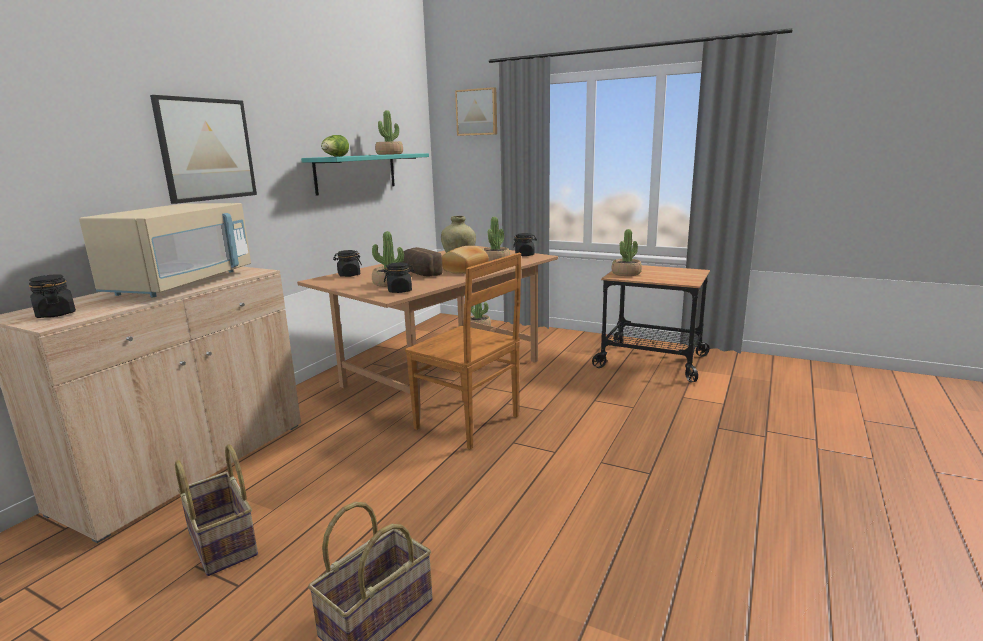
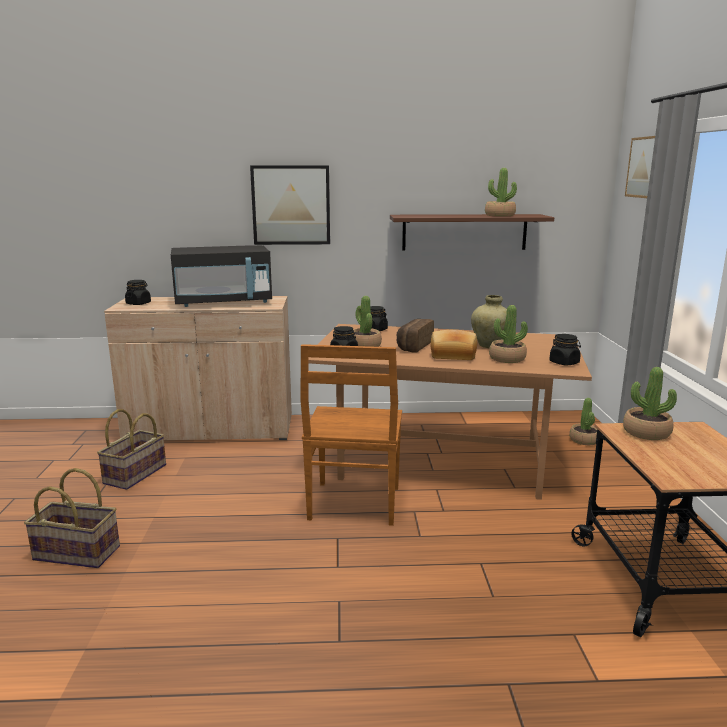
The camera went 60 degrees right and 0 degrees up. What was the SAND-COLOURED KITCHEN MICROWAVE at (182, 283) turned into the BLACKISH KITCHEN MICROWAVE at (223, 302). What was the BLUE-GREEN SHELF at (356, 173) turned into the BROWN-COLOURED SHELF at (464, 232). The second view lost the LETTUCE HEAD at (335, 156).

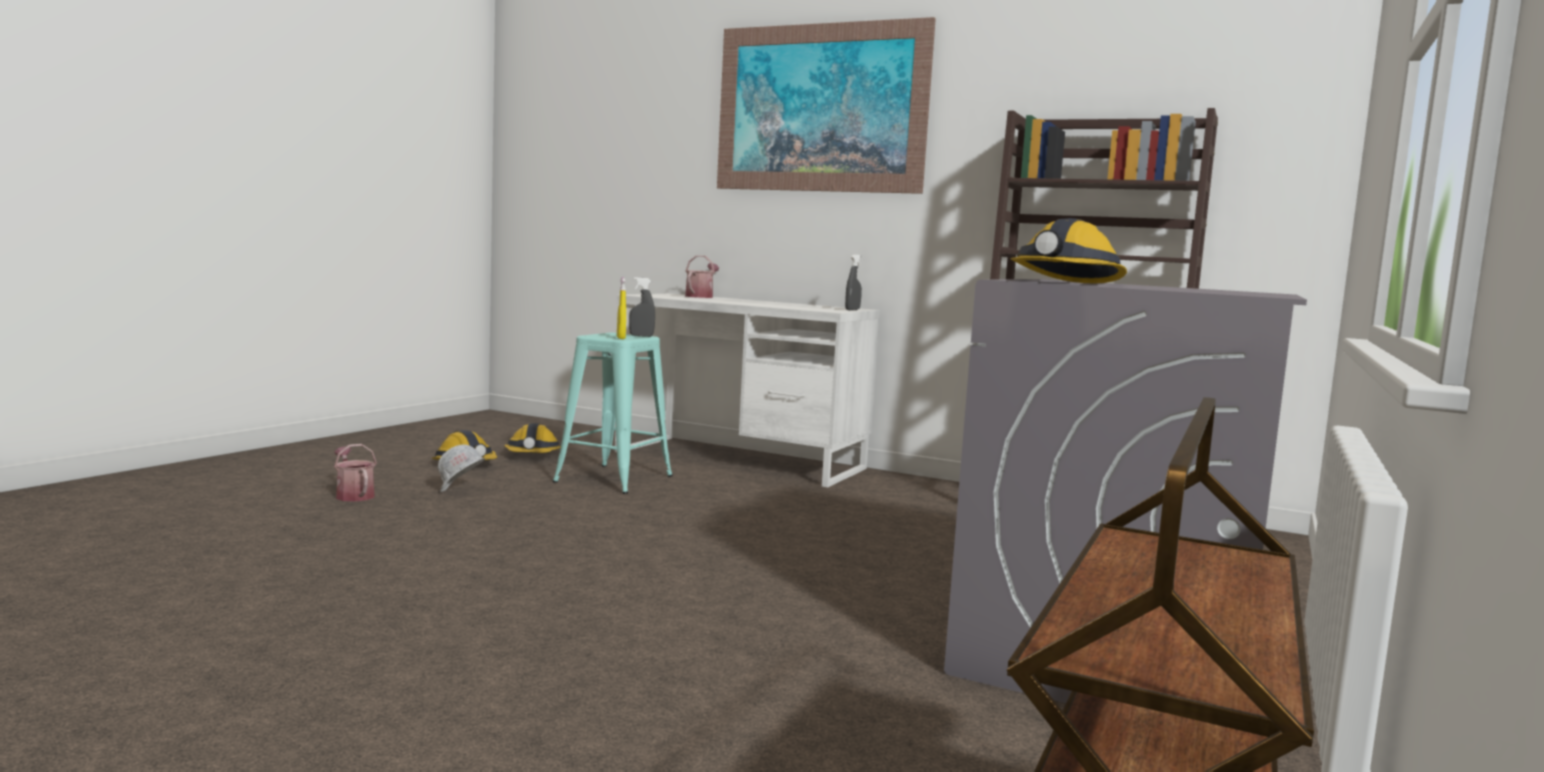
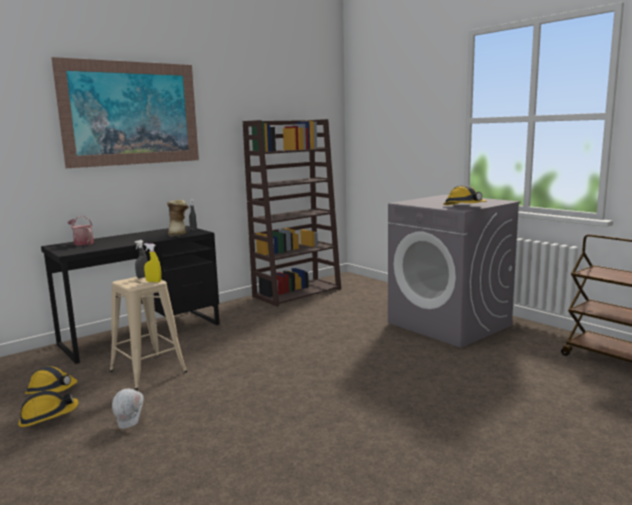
The camera went 65 degrees left and 5 degrees up. What was the WHITE-COLOURED DESK UNIT at (740, 460) turned into the BLACKISH DESK UNIT at (141, 334). What was the BLUE-GREEN STOOL SEAT at (614, 479) turned into the SAND-COLOURED STOOL SEAT at (148, 371). The second view gained the TALL BOOT at (179, 233). The second view lost the WATERING POT at (353, 495).

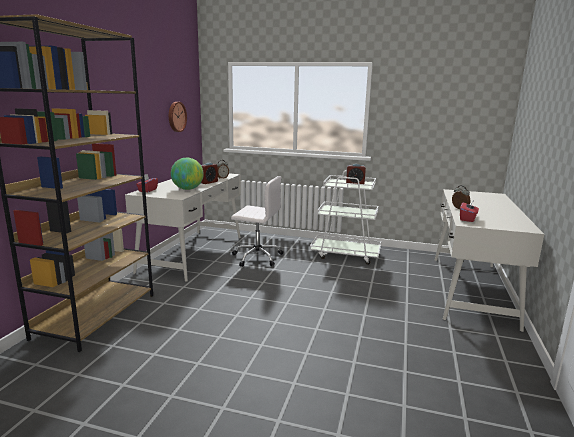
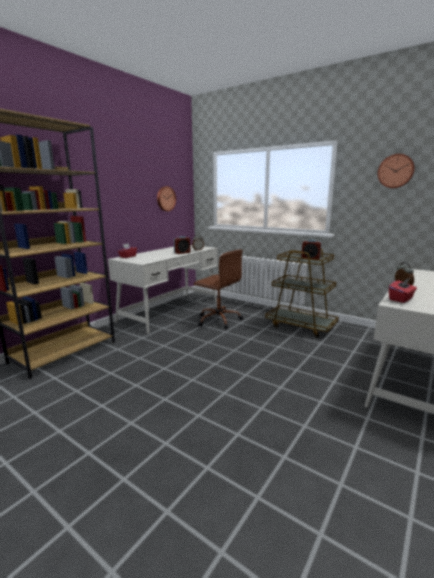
The camera went 20 degrees right and 0 degrees up. What was the WHITE-COLOURED OFFICE CHAIR at (256, 257) turned into the BROWN-COLOURED OFFICE CHAIR at (218, 320). What was the WHITE-COLOURED CART at (345, 254) turned into the BROWN-COLOURED CART at (301, 326). The second view gained the WALL CLOCK at (395, 171). The second view lost the DESK GLOBE at (187, 189).

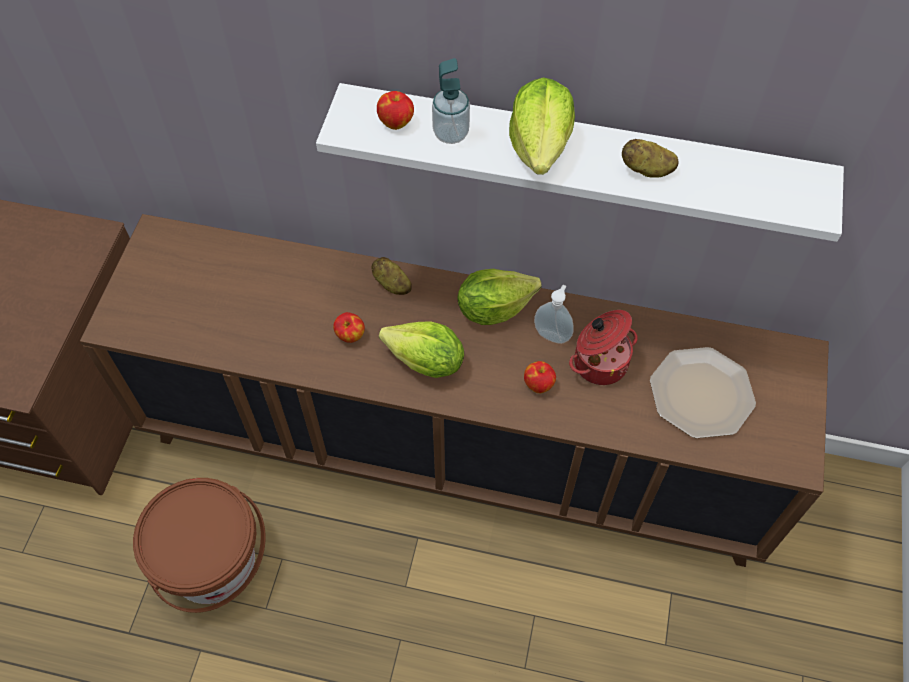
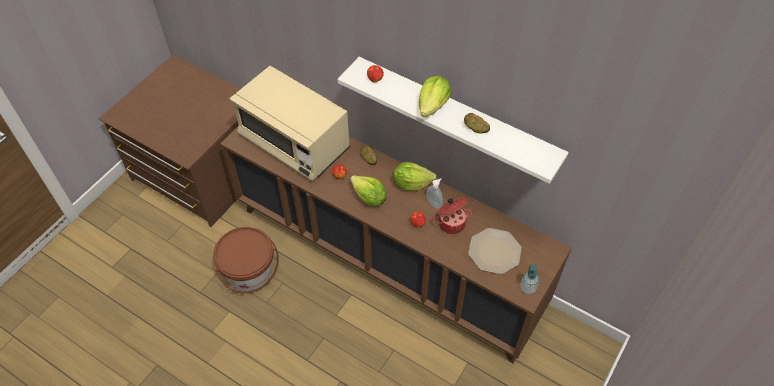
The camera went 20 degrees right and 5 degrees down. The second view gained the SAND-COLOURED KITCHEN MICROWAVE at (294, 143). The LIQUID SOAP BOTTLE ended up elsewhere, having gone from (451, 133) to (527, 288).

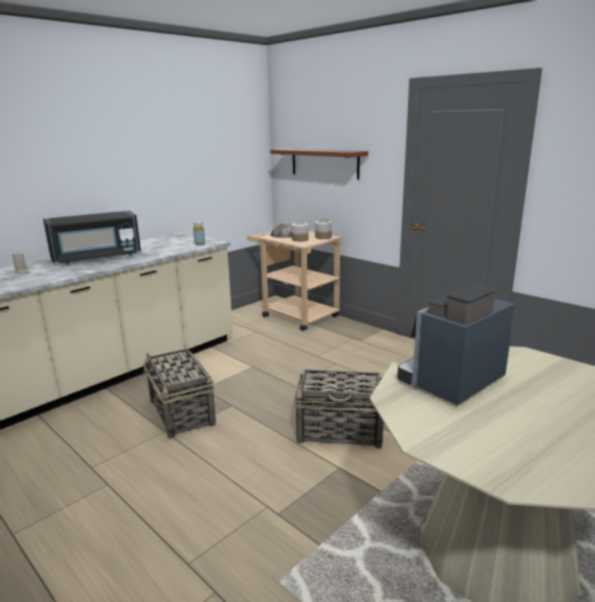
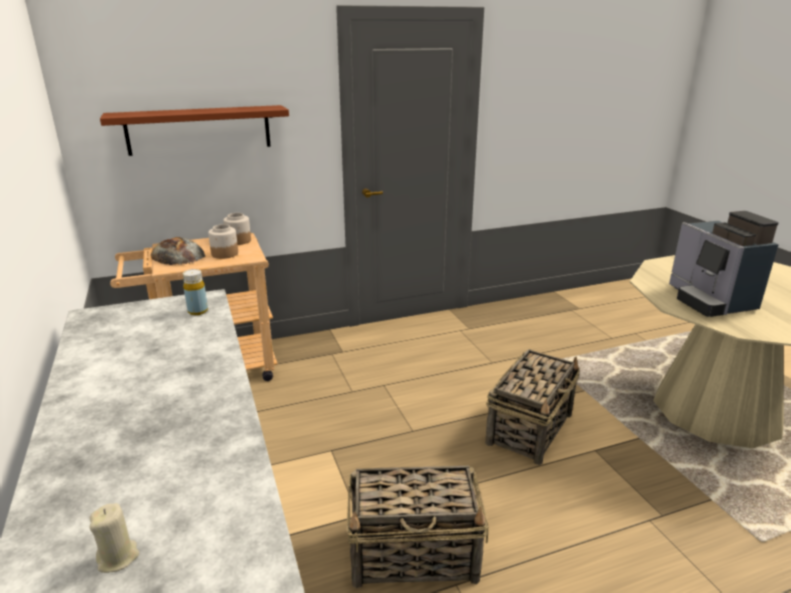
The camera went 65 degrees left and 5 degrees up. The second view lost the BLACKISH KITCHEN MICROWAVE at (96, 258).

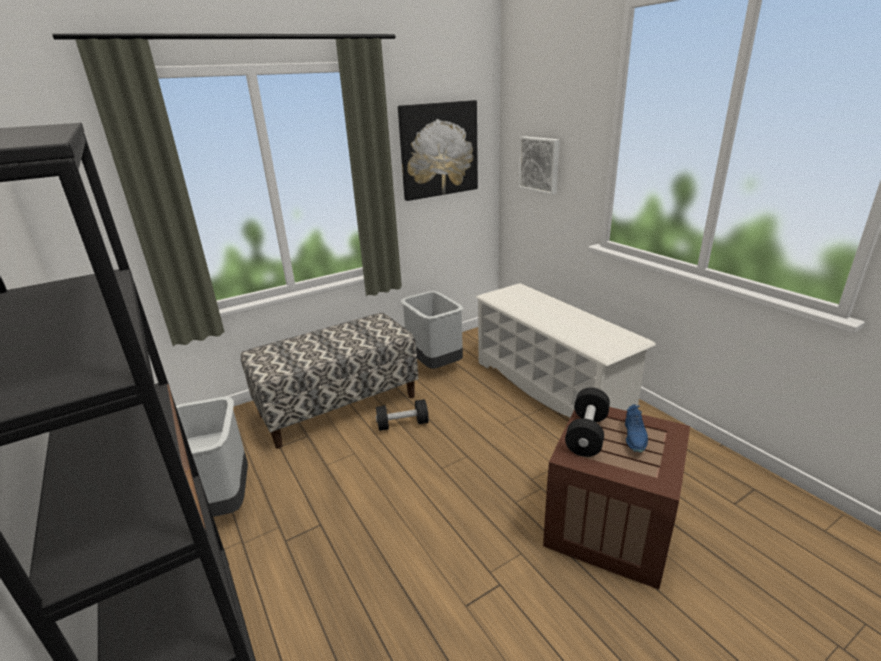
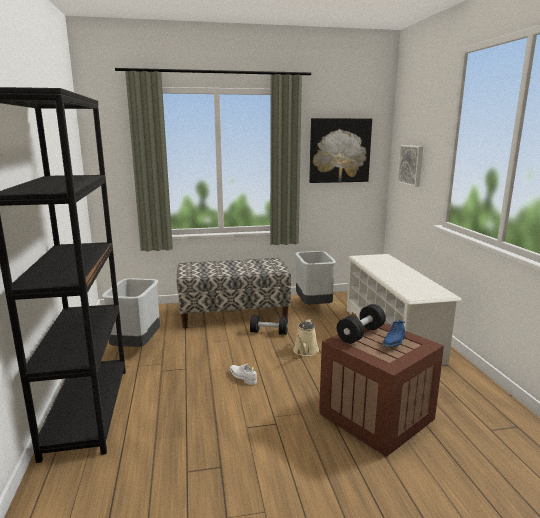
The camera went 20 degrees right and 10 degrees down. The second view gained the WHITE-COLOURED SHOE at (242, 377). The second view gained the SAND-COLOURED WATERING POT at (305, 351).

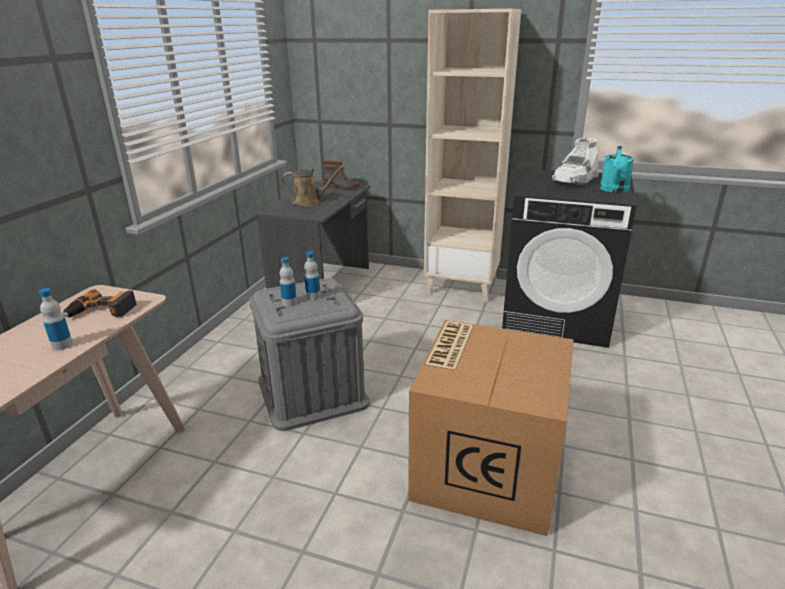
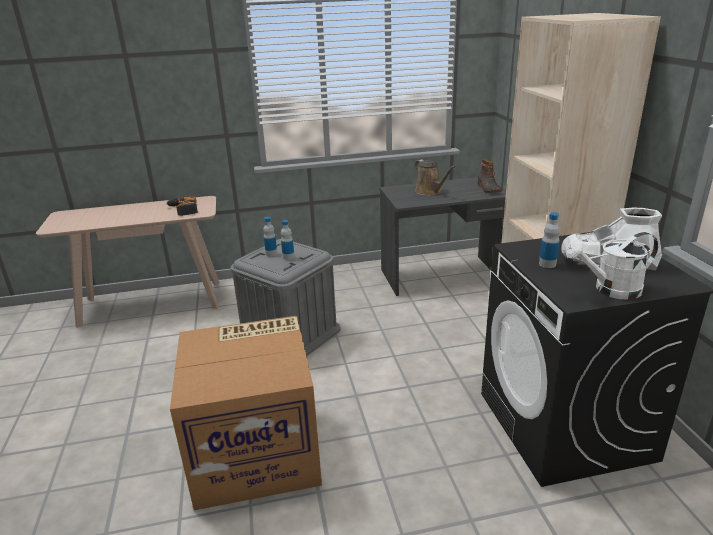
The camera went 60 degrees right and 0 degrees up. The DRINK BOTTLE ended up elsewhere, having gone from (62, 345) to (547, 264). What was the BLUE-GREEN WATERING POT at (614, 190) turned into the WHITE-COLOURED WATERING POT at (610, 290).

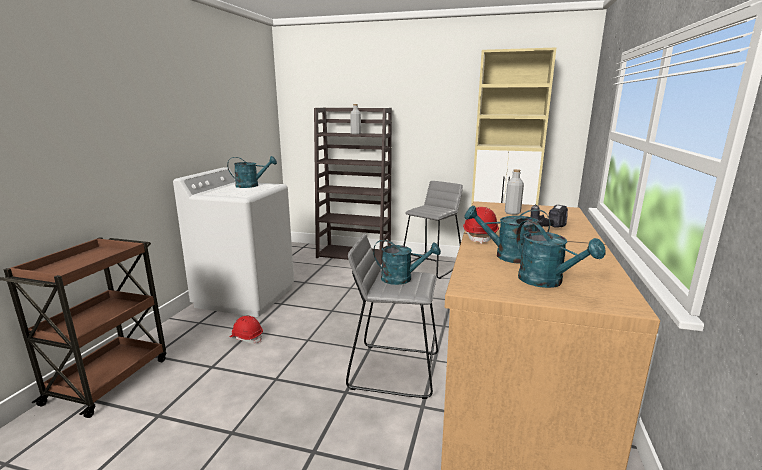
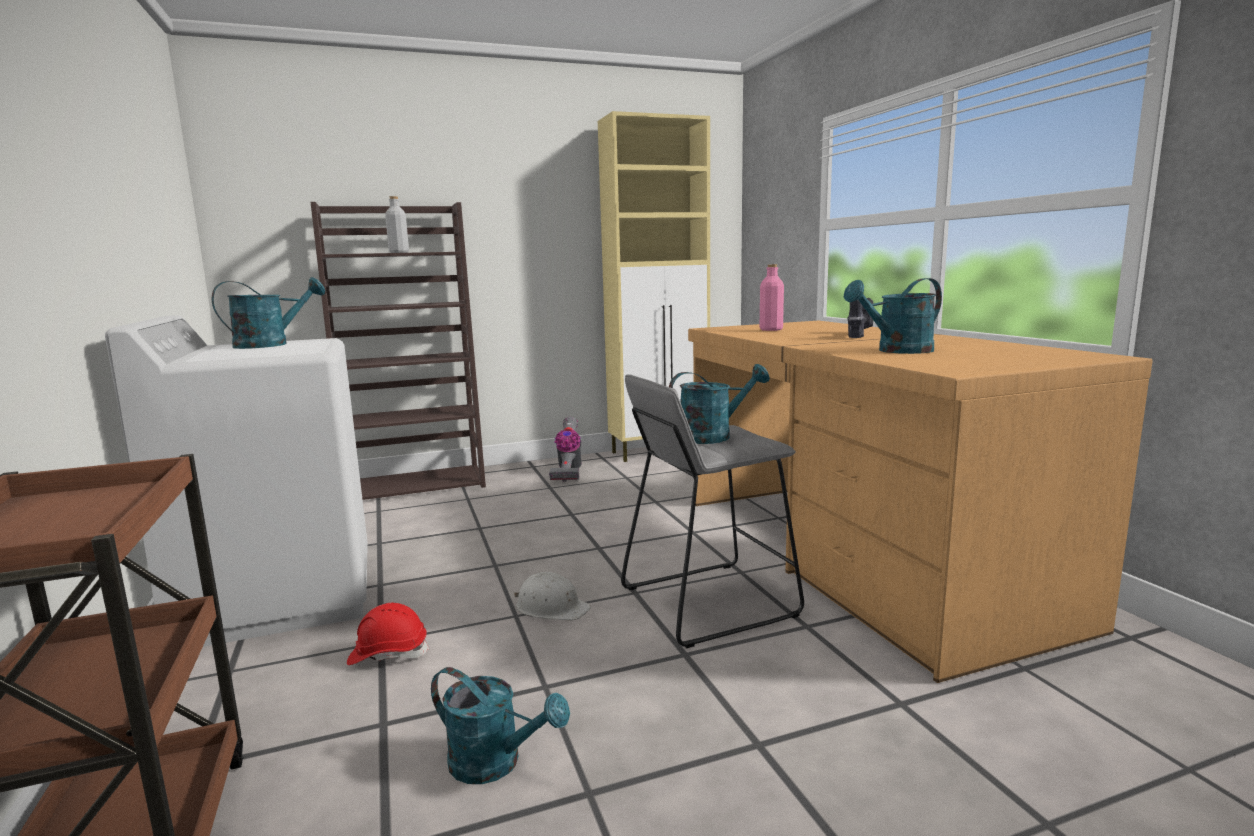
The camera went 35 degrees left and 5 degrees down. The BLUE-GREEN WATERING POT ended up elsewhere, having gone from (547, 282) to (496, 763). The second view gained the WHITE-COLOURED HARD HAT at (551, 607). Where the GREY STOOL SEAT stood at (431, 266), the HOOVER came to stand at (569, 471). What was the GREY DRINK BOTTLE at (512, 213) turned into the PINK DRINK BOTTLE at (771, 329). The second view lost the REDDISH HARD HAT at (480, 236).

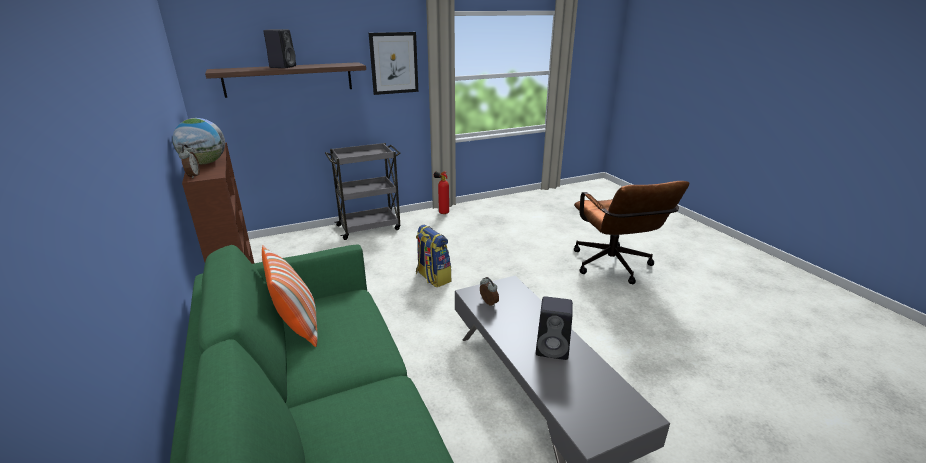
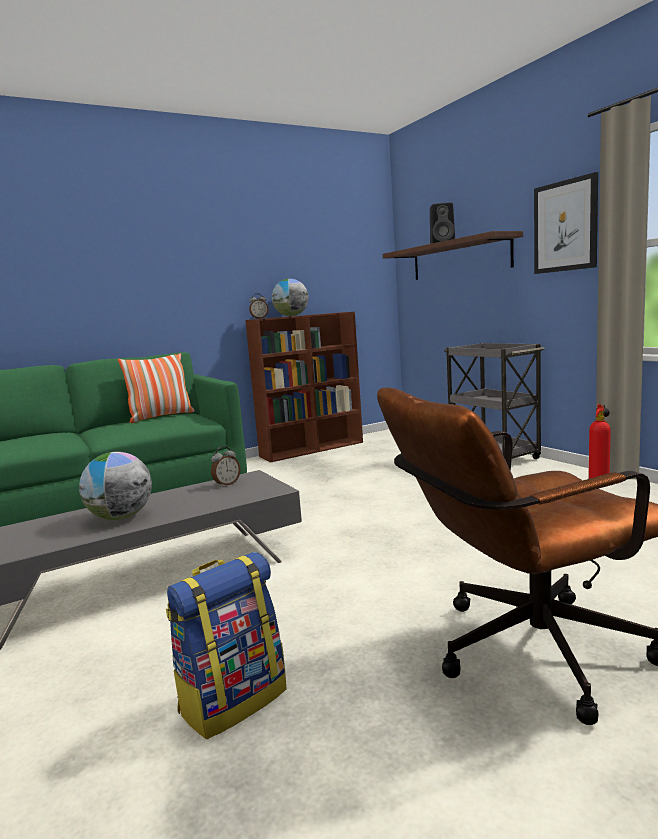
The camera went 85 degrees right and 15 degrees down. Where the BLACKISH AUDIO SPEAKER stood at (553, 349), the DESK GLOBE came to stand at (120, 517). The KNAPSACK ended up elsewhere, having gone from (432, 277) to (233, 700).

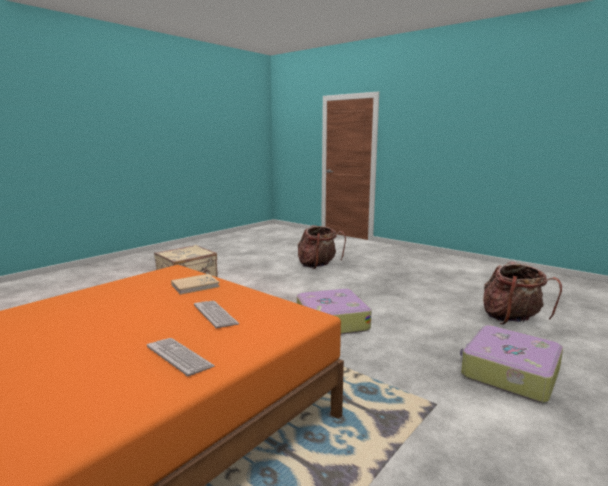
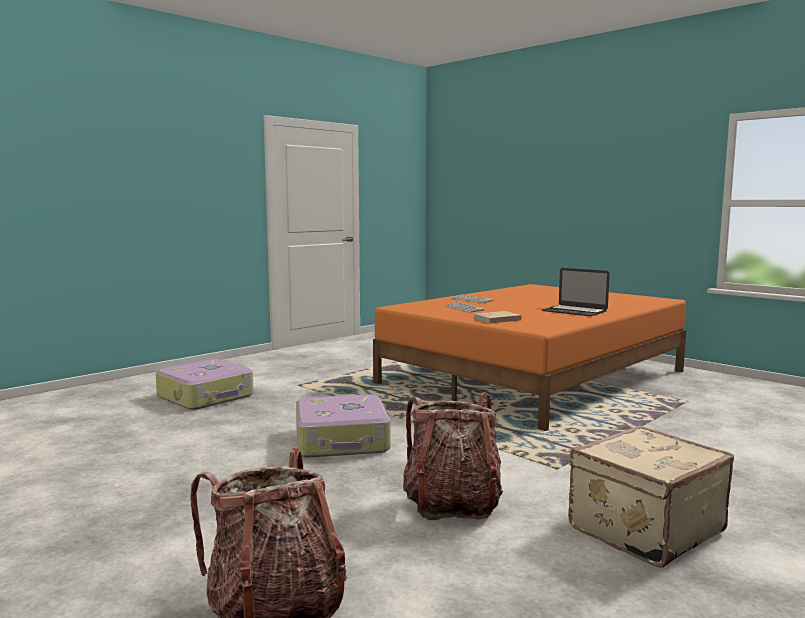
The camera went 175 degrees left and 5 degrees down. The KNAPSACK ended up elsewhere, having gone from (512, 319) to (452, 503). The second view gained the LAPTOP at (574, 311).

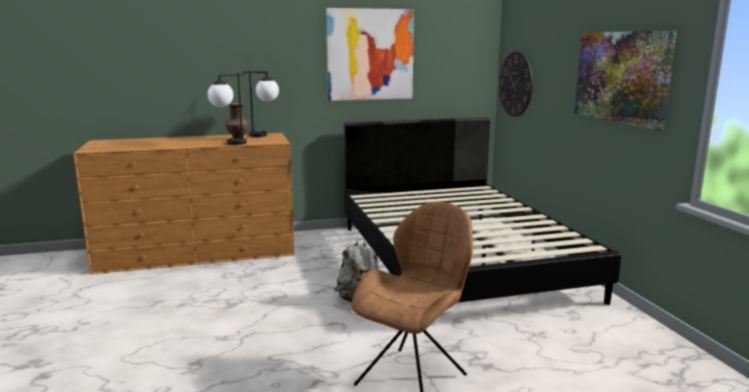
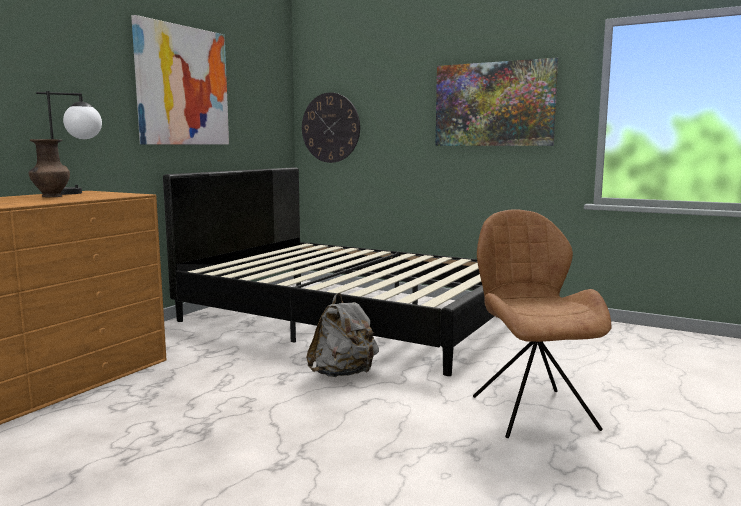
The camera went 45 degrees left and 5 degrees down. The second view lost the LAMP FOR A TABLE at (229, 144).

